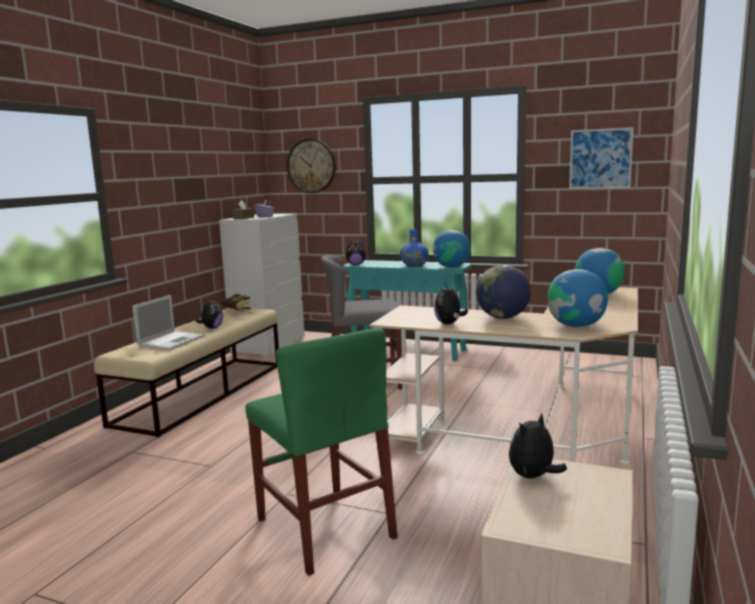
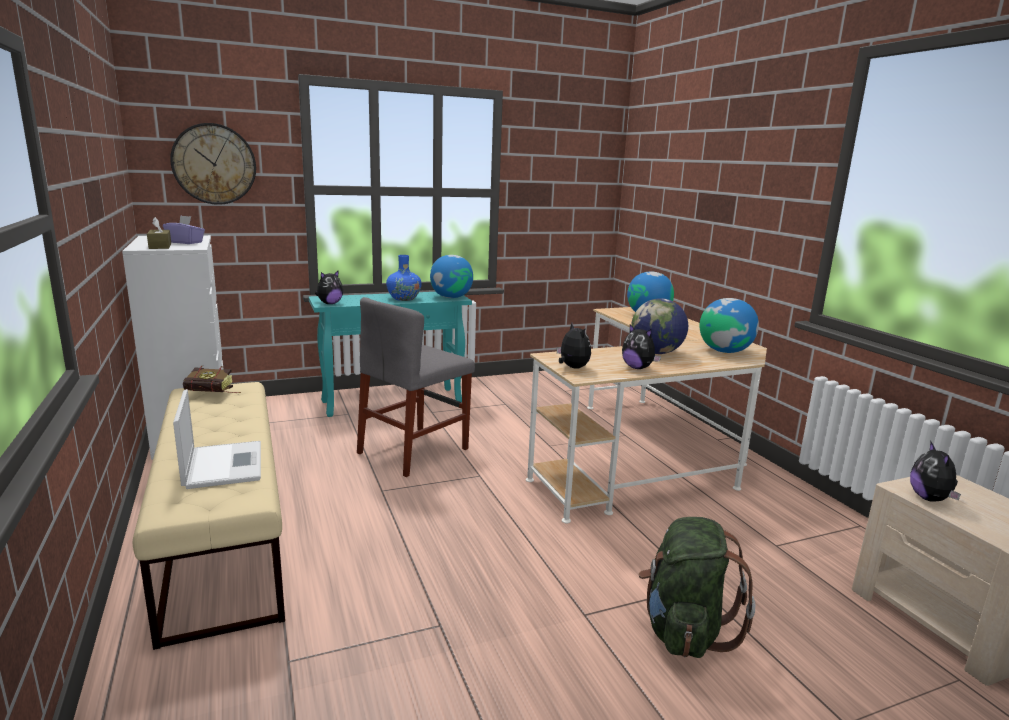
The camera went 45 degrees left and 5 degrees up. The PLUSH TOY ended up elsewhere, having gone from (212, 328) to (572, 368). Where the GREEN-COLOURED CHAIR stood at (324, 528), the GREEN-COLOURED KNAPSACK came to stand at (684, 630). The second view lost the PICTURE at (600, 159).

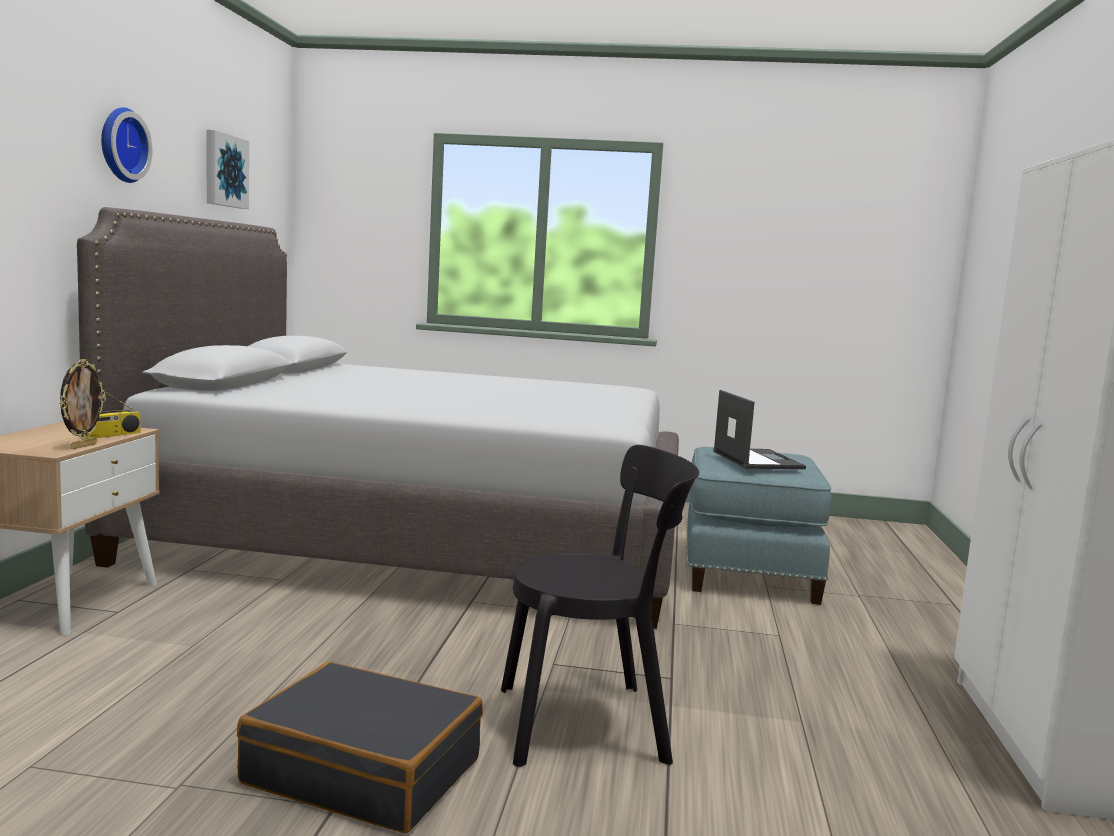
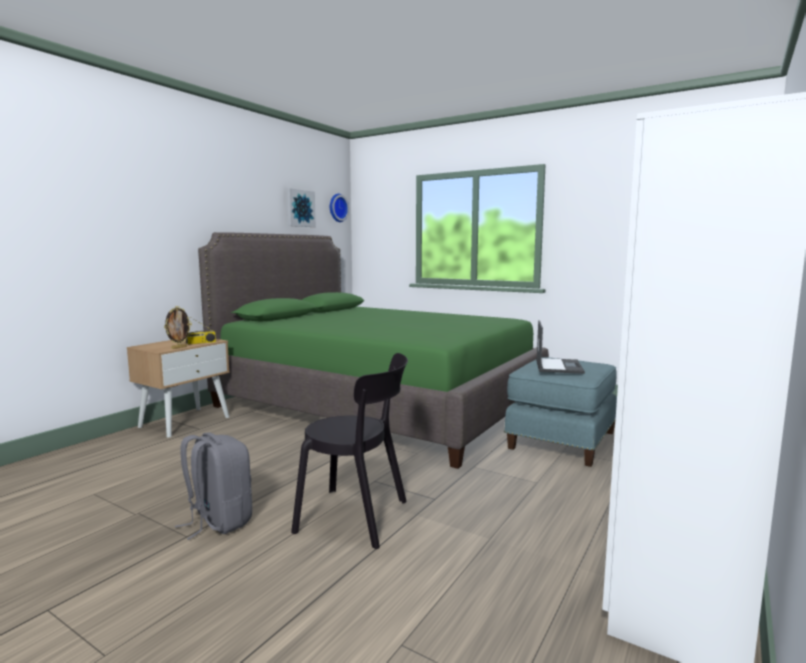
The camera went 25 degrees right and 0 degrees up. Where the BLACKISH PIECE OF LUGGAGE stood at (364, 771), the GREY KNAPSACK came to stand at (218, 521). What was the GREY BEDROOM BED at (421, 537) turned into the GREEN-COLOURED BEDROOM BED at (379, 403). The WALL CLOCK ended up elsewhere, having gone from (120, 145) to (337, 208).

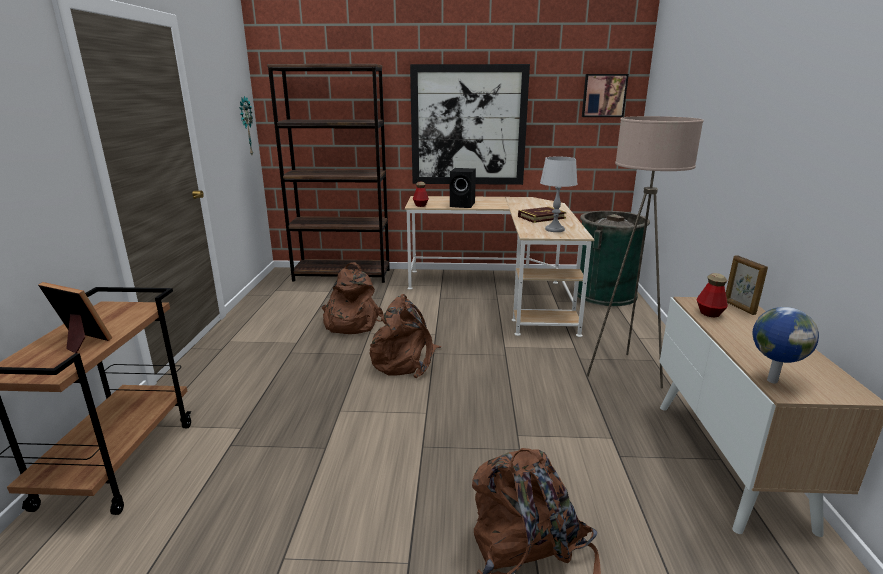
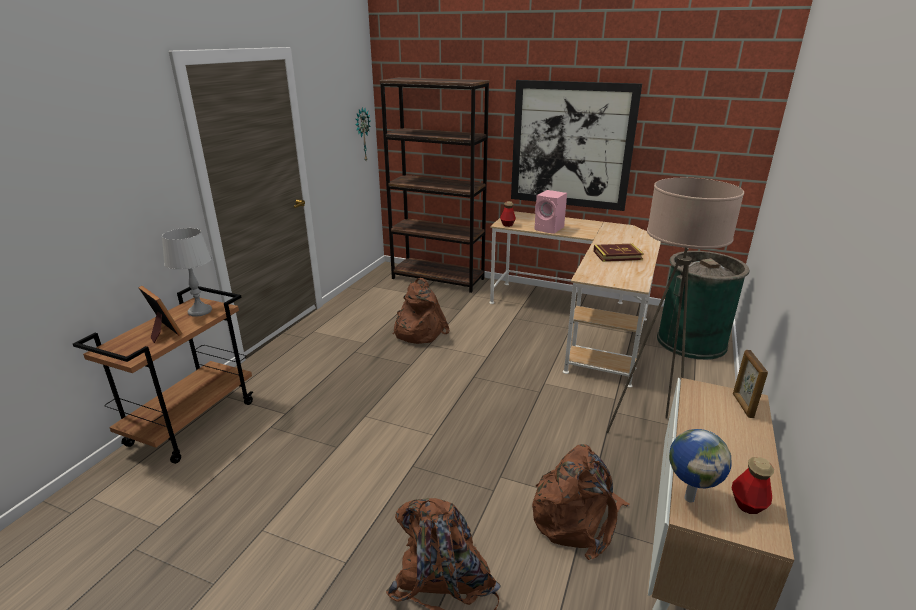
The camera went 20 degrees right and 5 degrees up. The GREY LAMP FOR A TABLE ended up elsewhere, having gone from (554, 229) to (200, 311). The BROWN-COLOURED KNAPSACK ended up elsewhere, having gone from (405, 360) to (577, 518). What was the BLACKISH AUDIO SPEAKER at (463, 205) turned into the PINK AUDIO SPEAKER at (550, 229). The DRINK BOTTLE ended up elsewhere, having gone from (709, 313) to (747, 504). The second view lost the PICTURE at (604, 95).

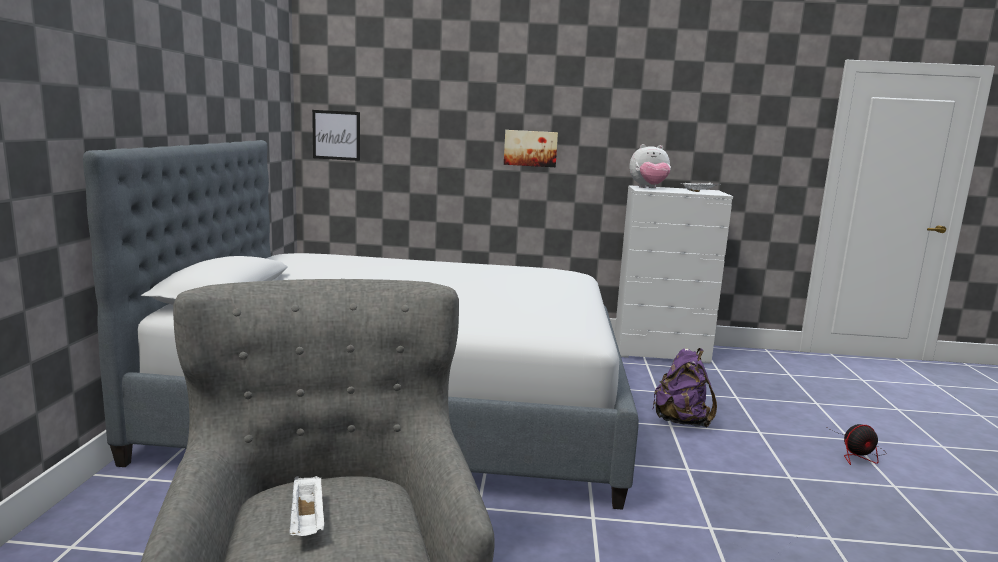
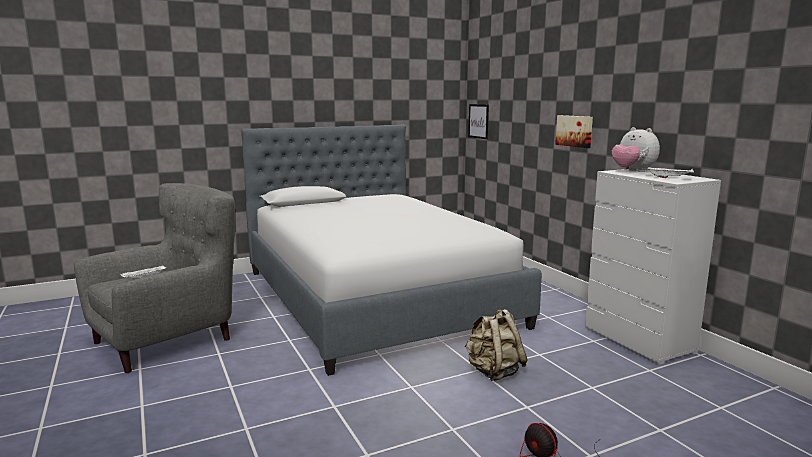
The camera went 60 degrees right and 0 degrees up. What was the PURPLISH KNAPSACK at (681, 421) turned into the SAND-COLOURED KNAPSACK at (493, 372).

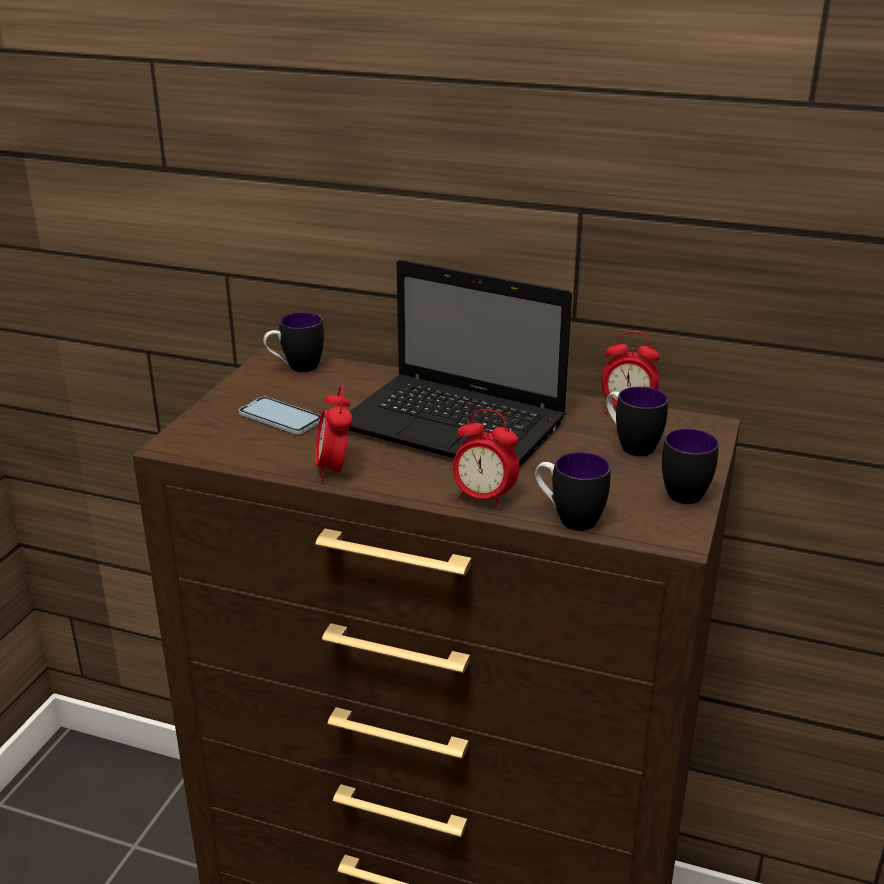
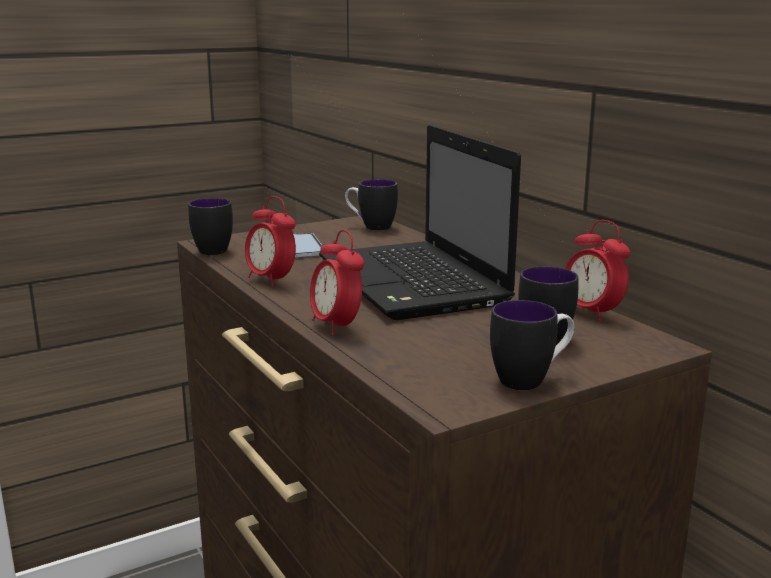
The camera went 40 degrees right and 10 degrees down. The TEA MUG ended up elsewhere, having gone from (568, 518) to (212, 249). The BEDSIDE CLOCK at (334, 470) ended up facing another way, 75 degrees counterclockwise from before.

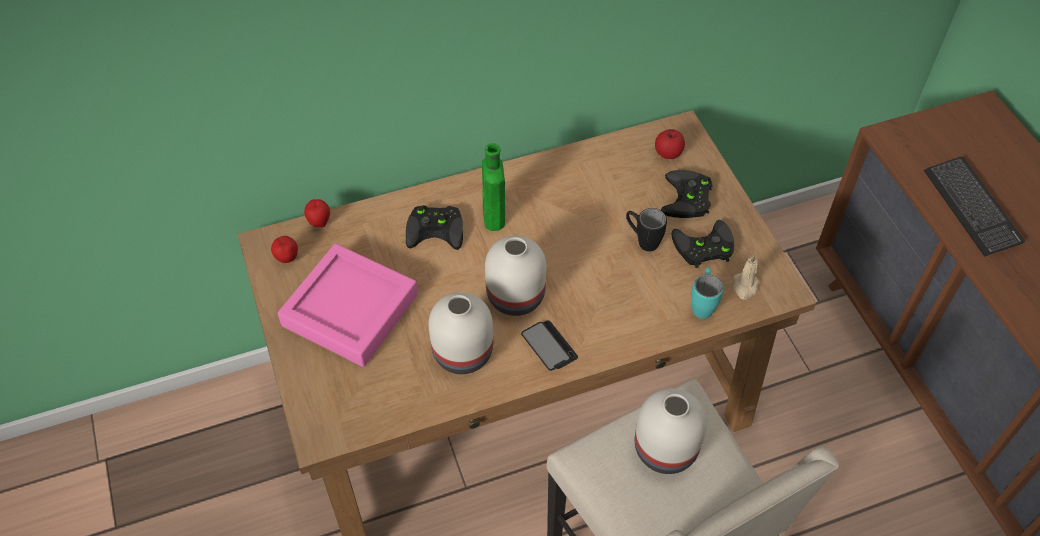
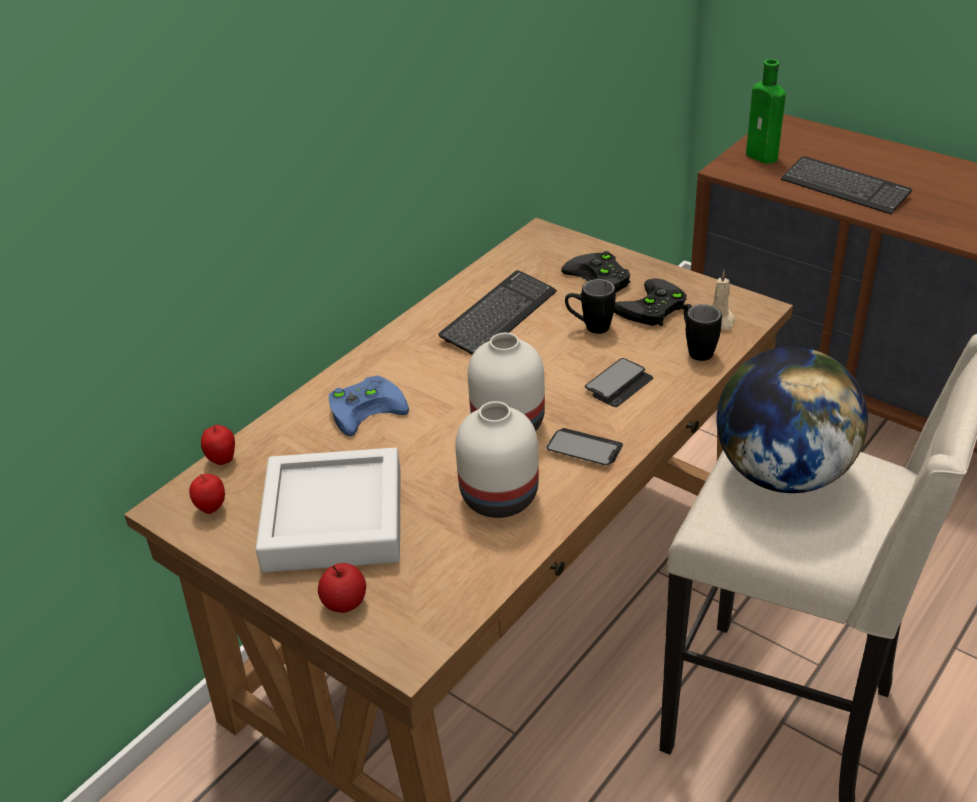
The camera went 30 degrees left and 15 degrees down. What was the PINK SERVING TRAY at (350, 310) turned into the GREY SERVING TRAY at (333, 519). The APPLE FRUIT ended up elsewhere, having gone from (668, 153) to (344, 602). What was the BLACKISH JOYPAD at (437, 229) turned into the BLUE-COLOURED JOYPAD at (367, 407). The second view gained the KEYBOARD at (498, 316). The second view gained the TELEPHONE at (619, 384). What was the BLUE-GREEN TEA MUG at (702, 304) turned into the BLACKISH TEA MUG at (696, 349). Where the WHITE-COLOURED VASE stood at (665, 447), the DESK GLOBE came to stand at (782, 473). The GREEN-COLOURED DRINK BOTTLE ended up elsewhere, having gone from (494, 219) to (763, 157).

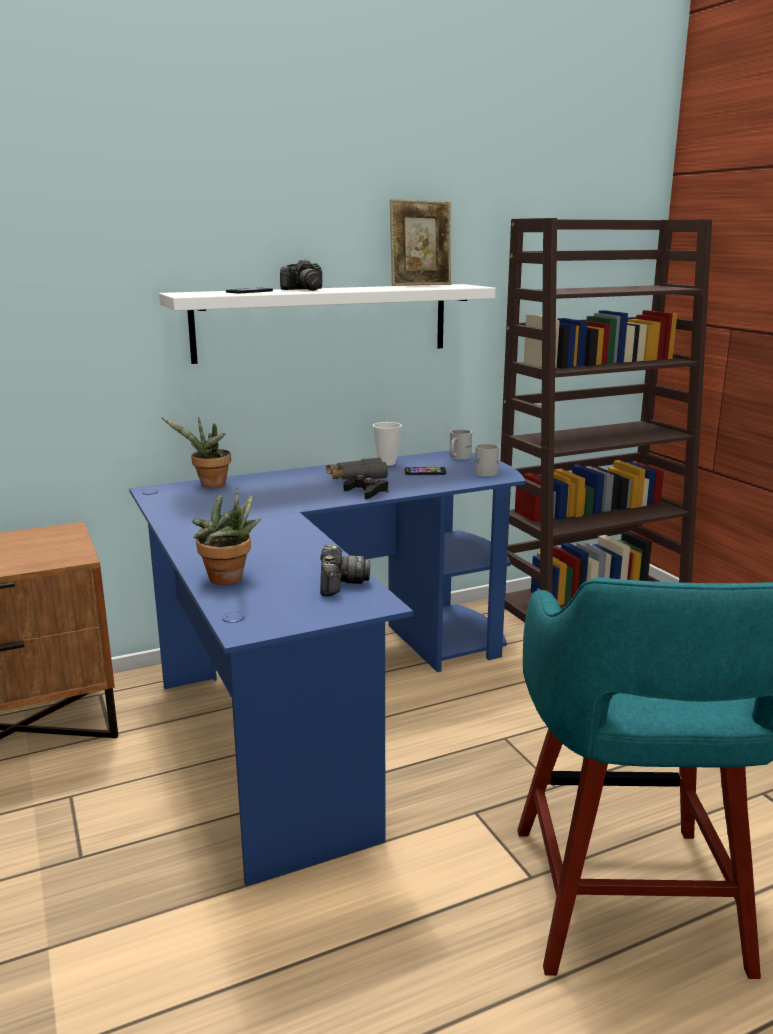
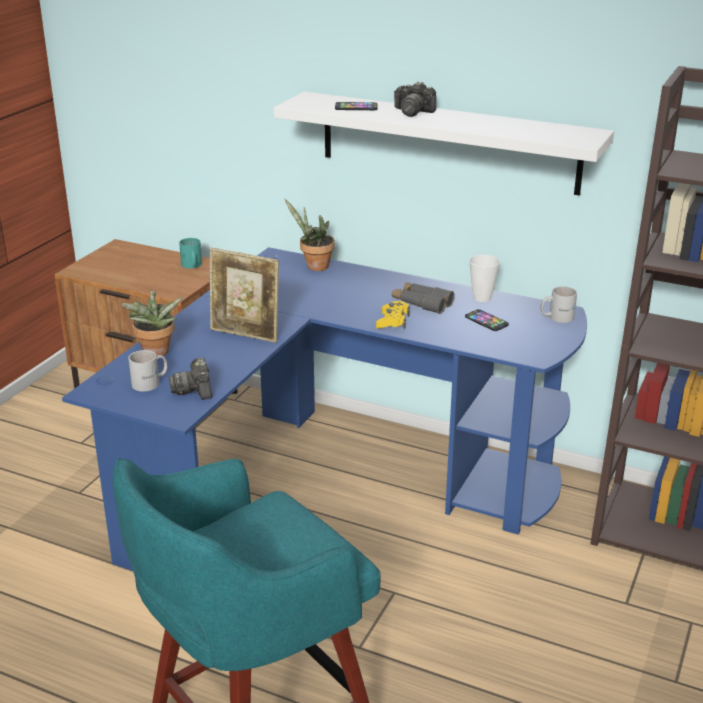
The camera went 50 degrees right and 10 degrees up. The WHITE-COLOURED TEA MUG ended up elsewhere, having gone from (486, 471) to (151, 383). The PHOTO CAMERA at (340, 584) ended up facing another way, 120 degrees clockwise from before. The second view gained the BLUE-GREEN TEA MUG at (191, 265). The STANDING FRAME ended up elsewhere, having gone from (420, 285) to (245, 334). What was the BLACKISH JOYPAD at (366, 492) turned into the YELLOW JOYPAD at (393, 321).

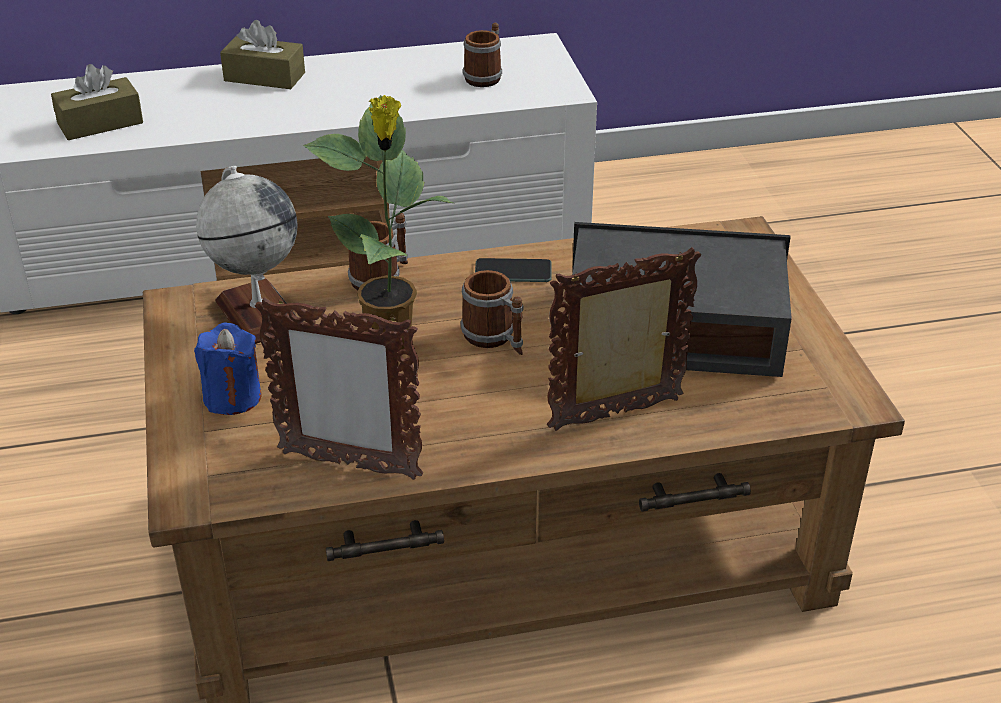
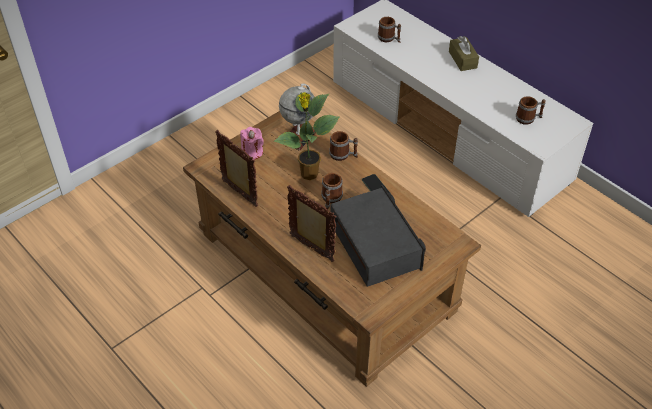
The camera went 60 degrees right and 10 degrees up. The STANDING FRAME at (348, 465) ended up facing another way, 150 degrees clockwise from before. What was the BLUE-COLOURED CANDLE at (232, 397) turned into the PINK CANDLE at (252, 152). Where the BROWN-COLOURED TISSUE BOX stood at (100, 123), the TEA MUG came to stand at (389, 39).

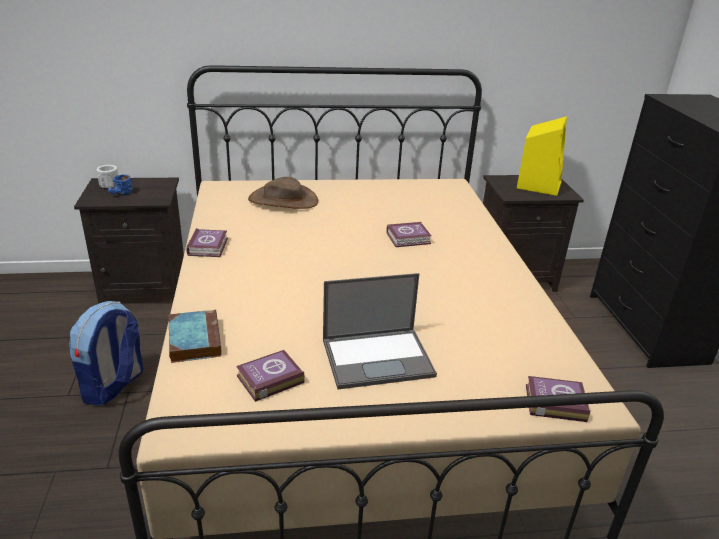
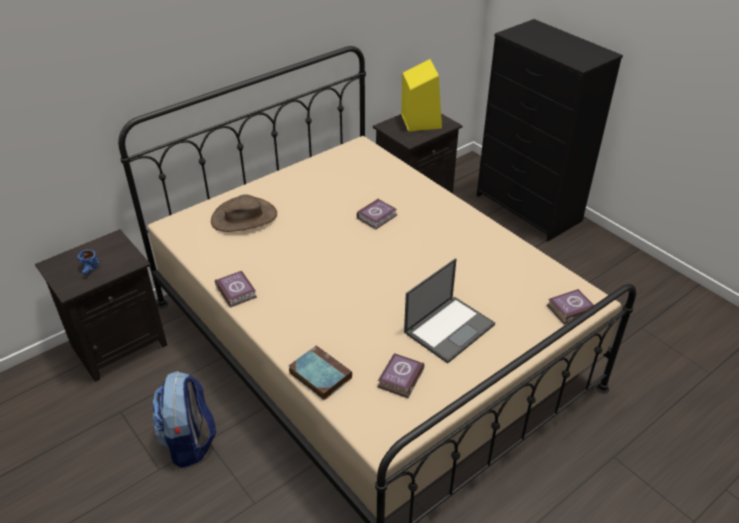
The camera went 30 degrees left and 10 degrees up. The second view lost the WHITE-COLOURED TEA MUG at (108, 185).

